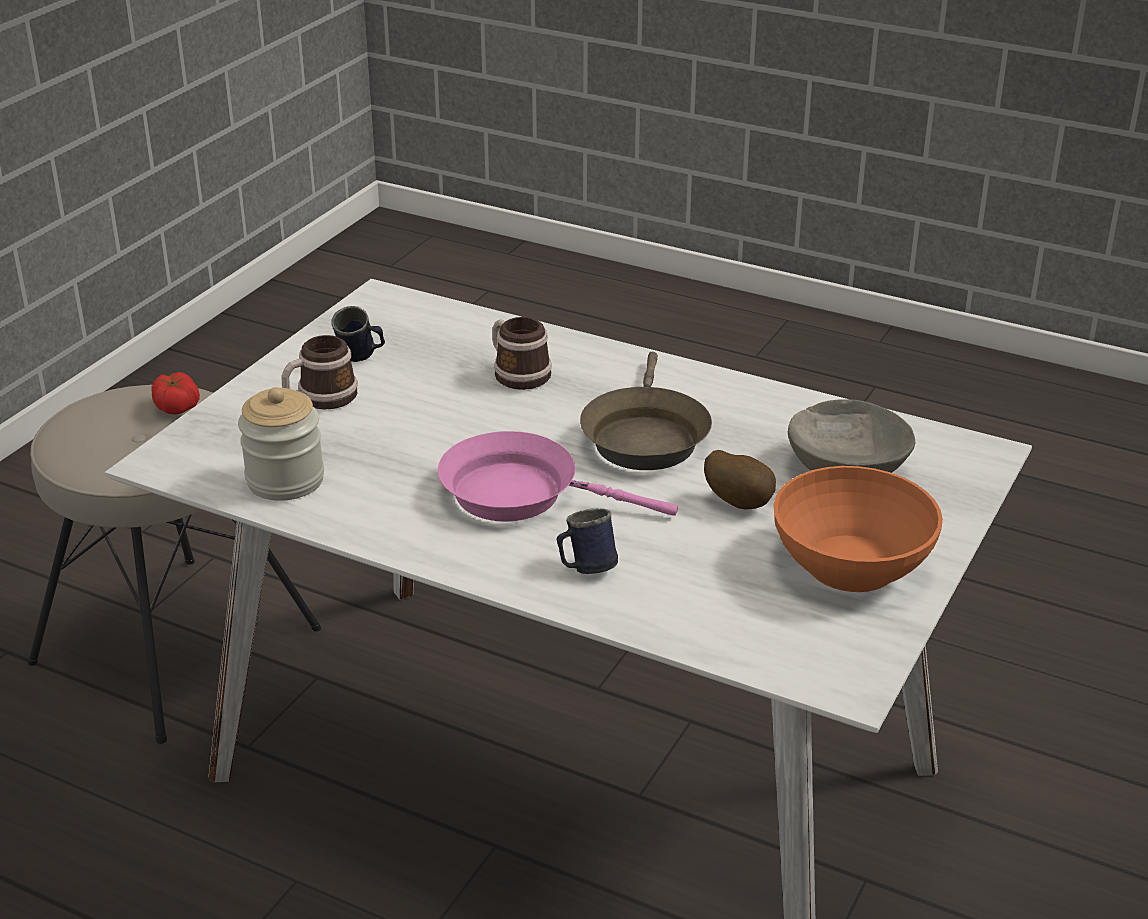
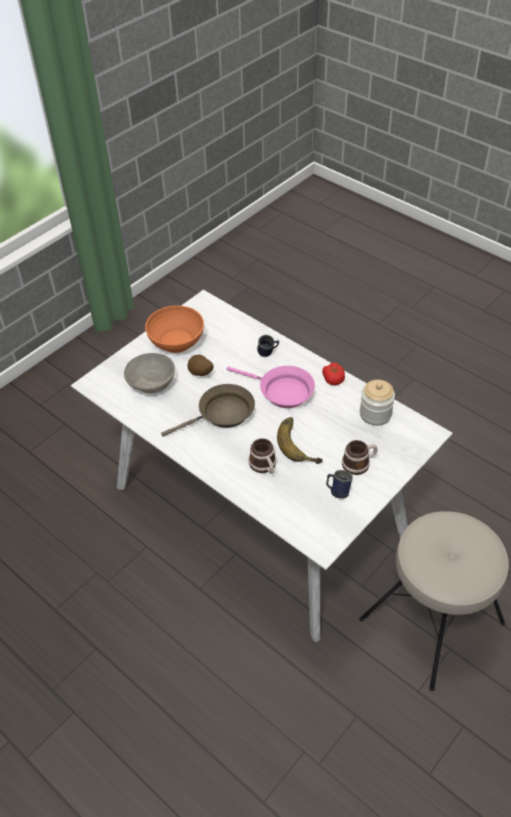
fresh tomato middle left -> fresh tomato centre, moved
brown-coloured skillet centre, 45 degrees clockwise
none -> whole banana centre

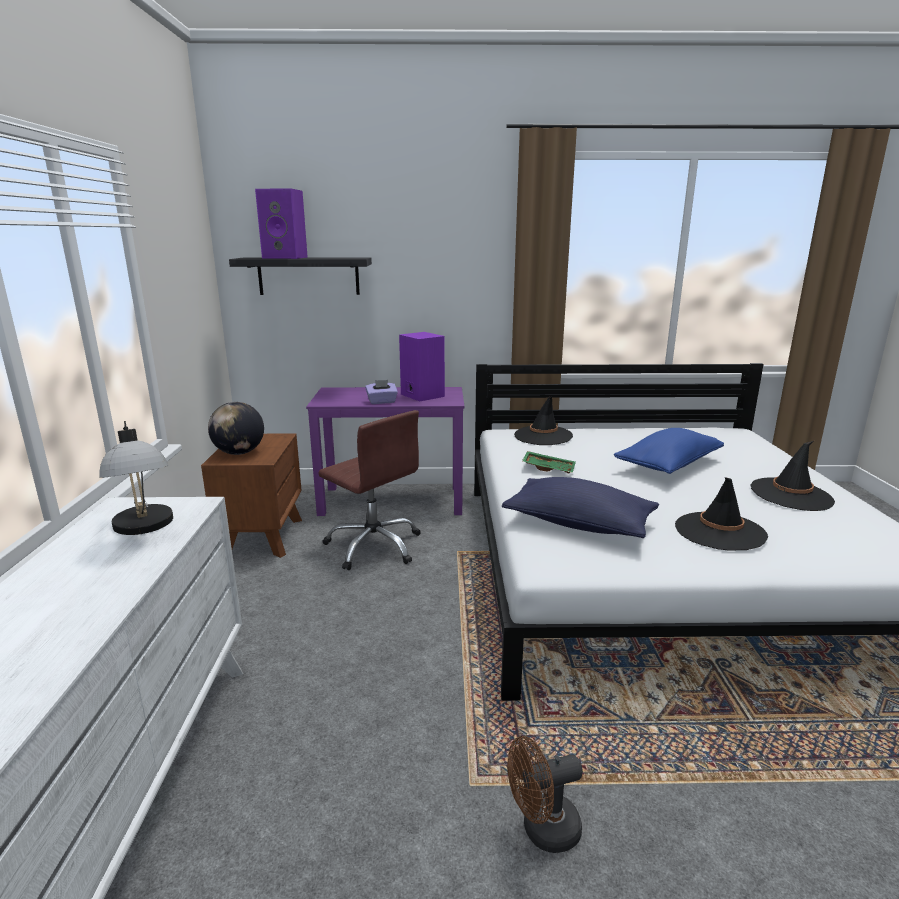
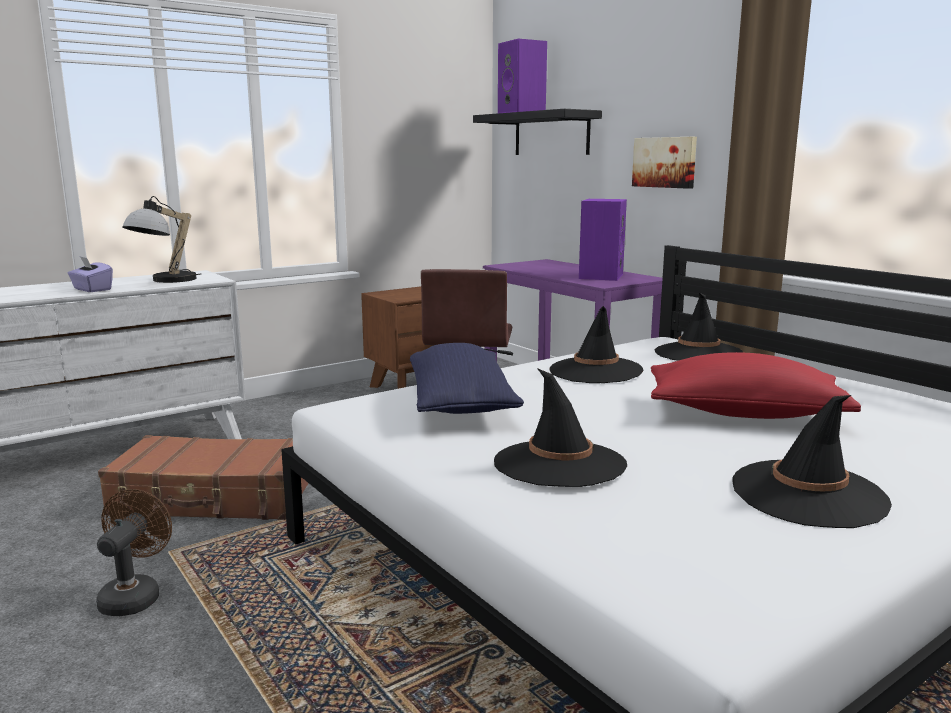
globe middle left -> none
purple tissue box centre -> purple tissue box middle left, moved
brown-coloured cooling fan bottom centre -> brown-coloured cooling fan bottom left, 60 degrees clockwise
greenish carrying tray centre -> blackish wearable hat (2nd from left) centre
blue throw pillow (2nd from left) middle right -> red-coloured throw pillow middle right
none -> brown-coloured travel case bottom left
none -> wall picture top right

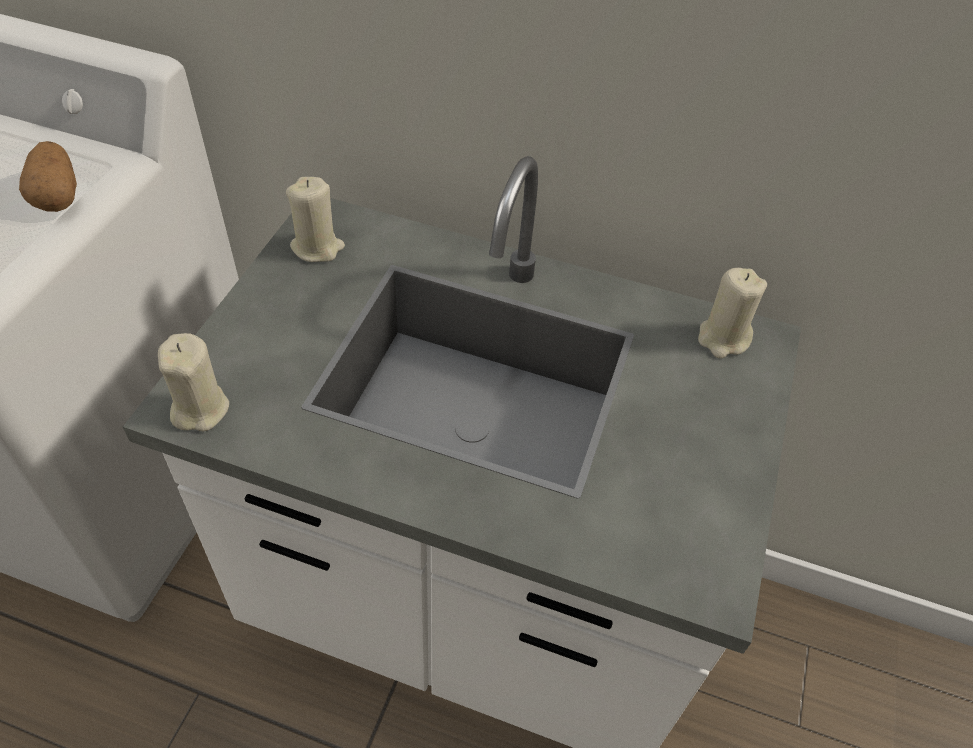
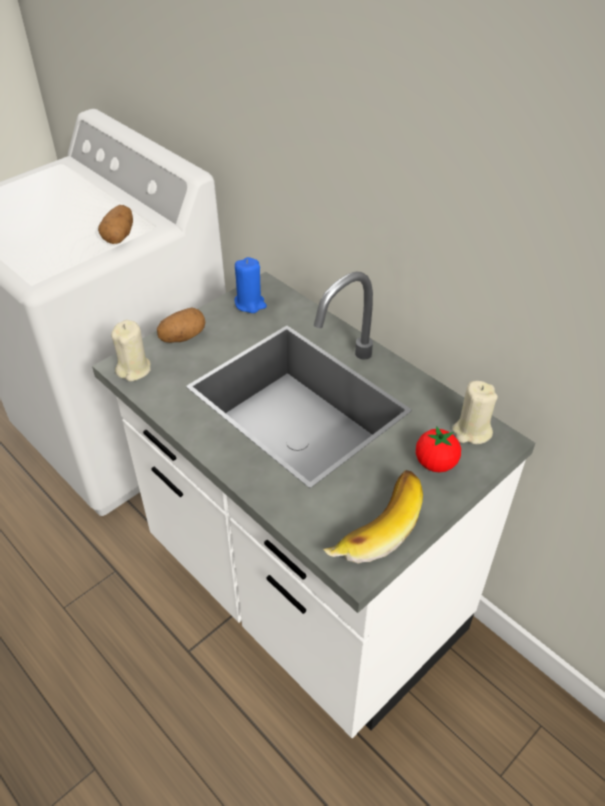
beige wax candle (2nd from left) top left -> blue wax candle centre
none -> spud (2nd from left) middle left
none -> whole banana centre
none -> fresh tomato middle right

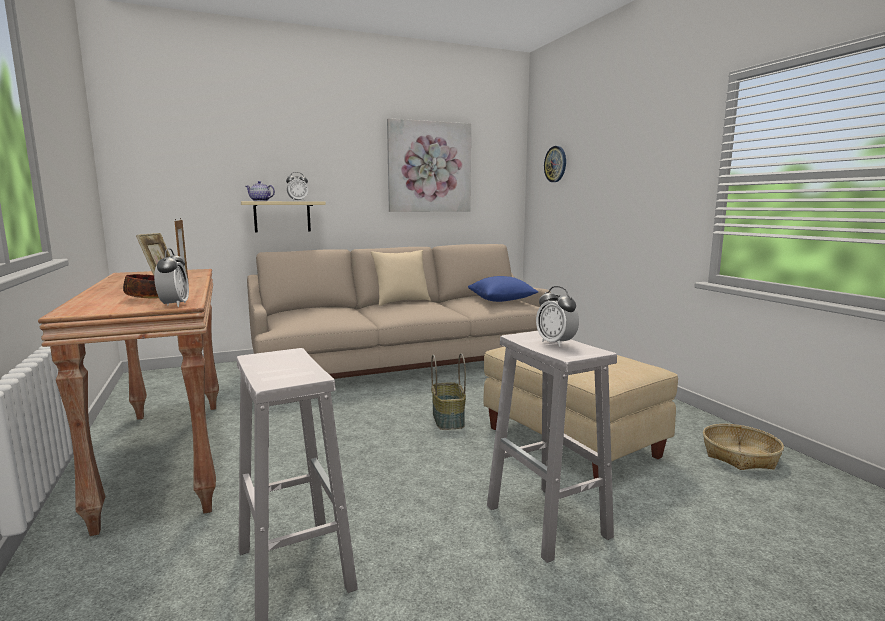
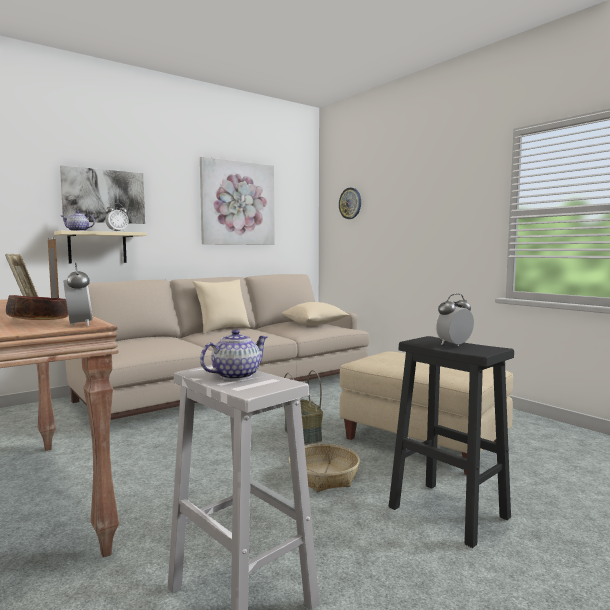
blue throw pillow centre -> beige throw pillow (2nd from left) centre
whitish sitting stool (2nd from left) bottom centre -> blackish sitting stool bottom right
bedside clock (3rd from left) centre -> bedside clock (3rd from left) middle right, 105 degrees clockwise
basket (2nd from left) bottom right -> basket (2nd from left) bottom centre, moved
none -> wall picture (1st from left) top left
none -> teapot (2nd from left) centre

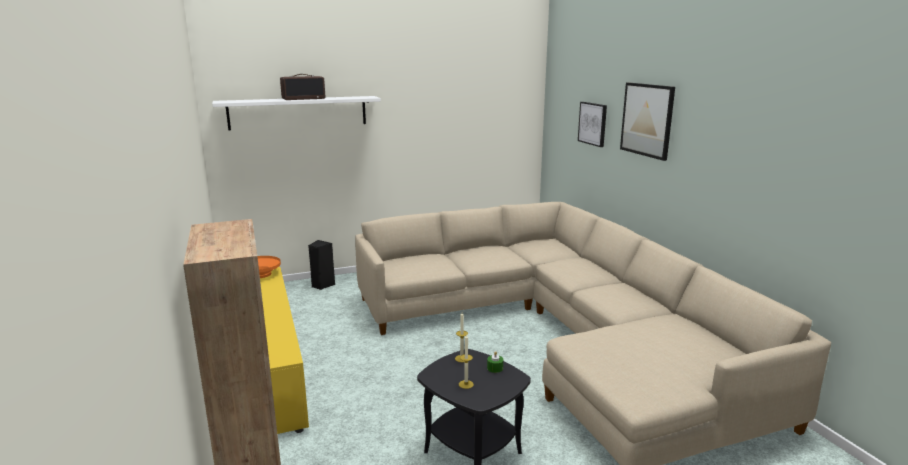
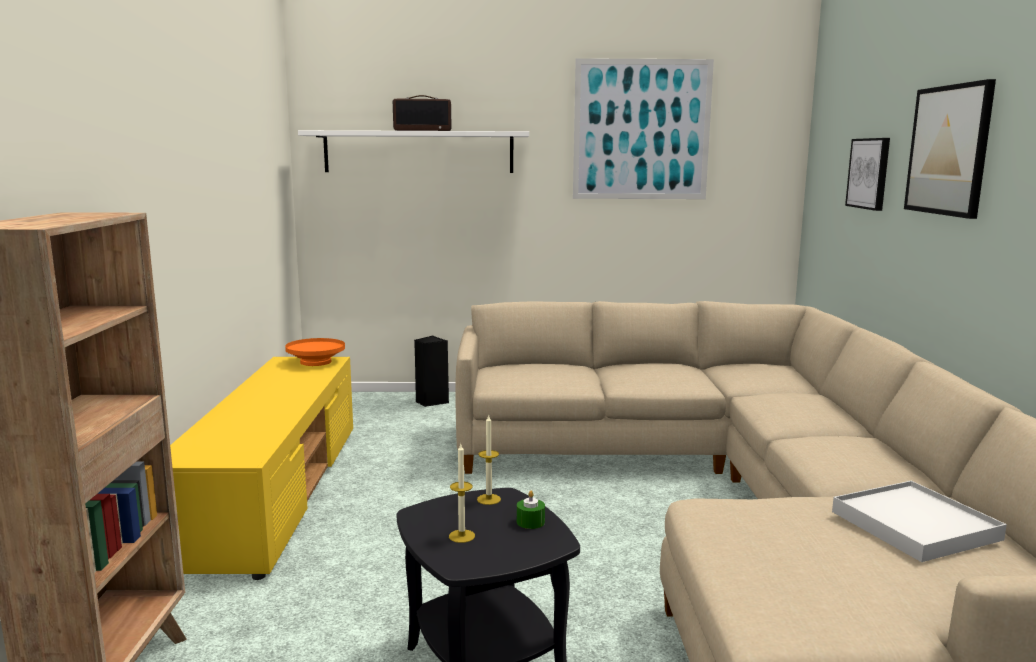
none -> wall picture (1st from left) top centre
none -> whitish carrying tray bottom right

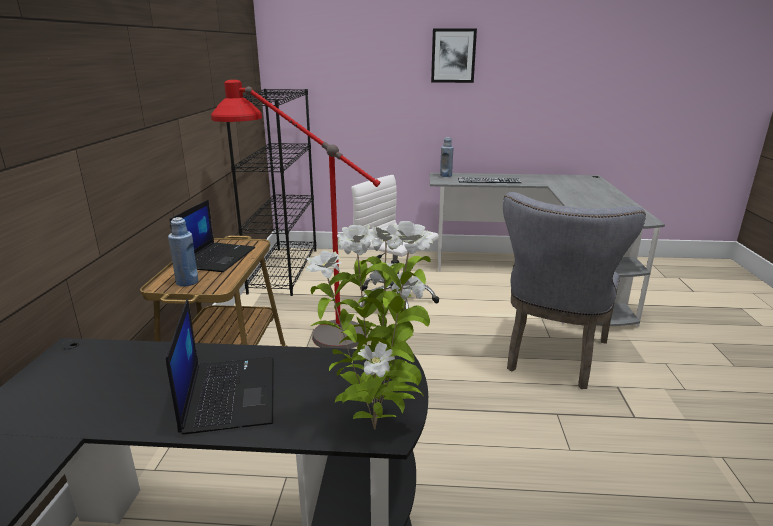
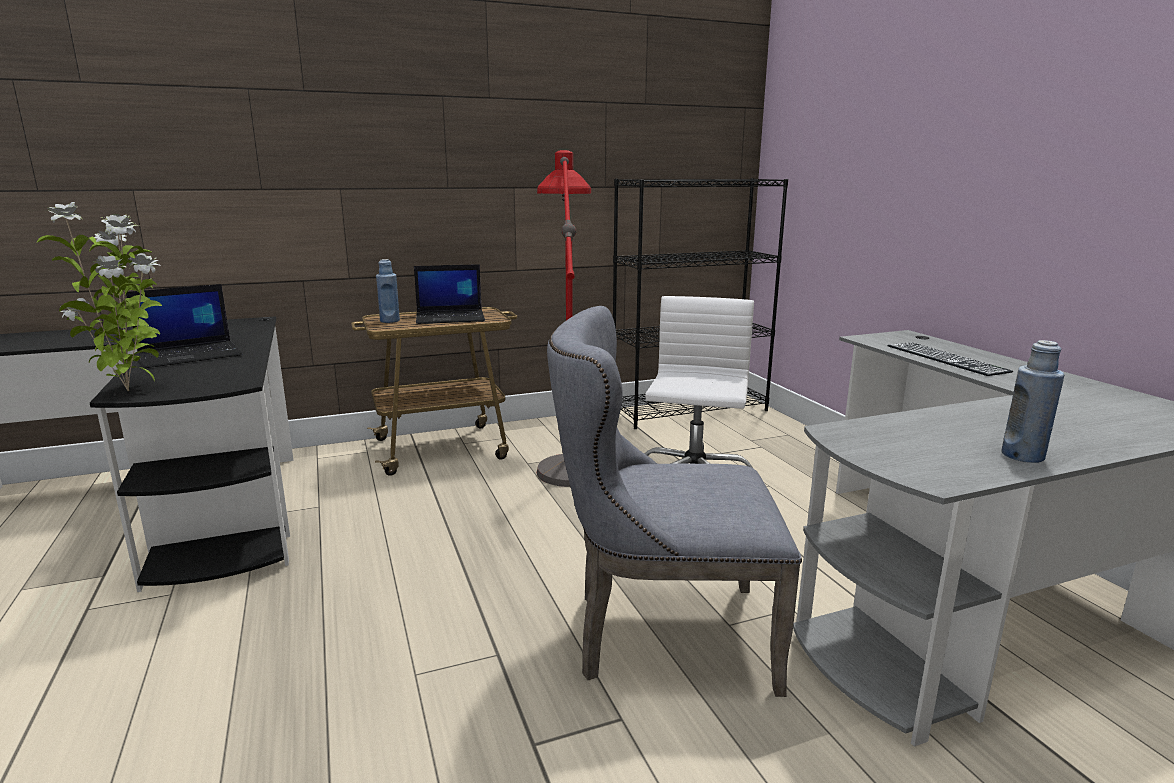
wall picture top centre -> none
blue bottle (2nd from left) top centre -> blue bottle (2nd from left) middle right, moved

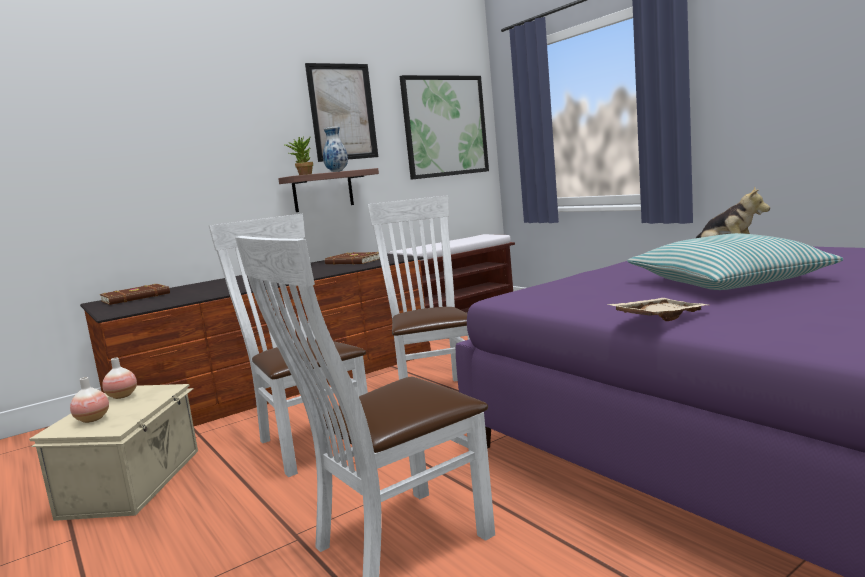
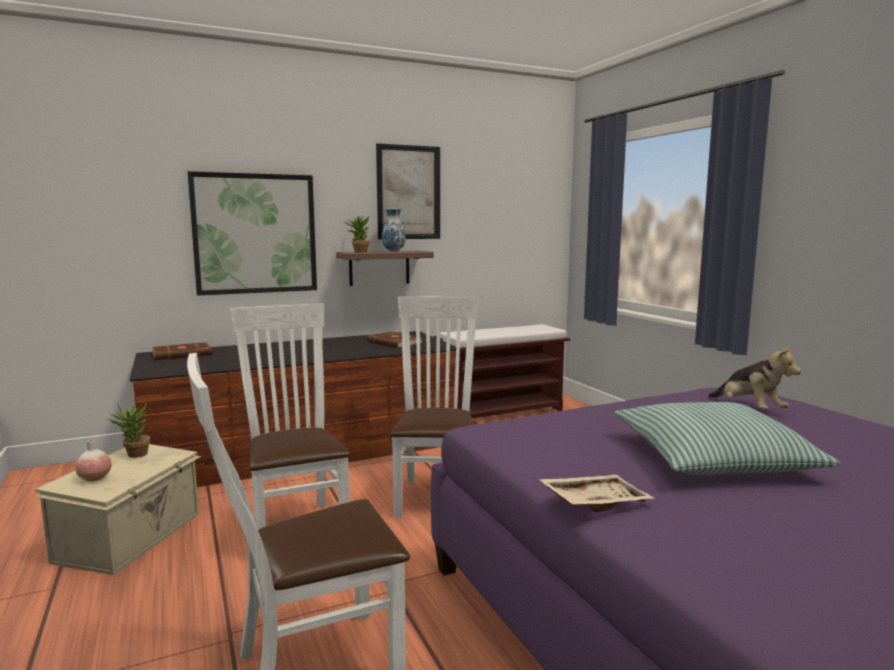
decorative vase (2nd from left) middle left -> houseplant (1st from left) middle left
wall picture (2nd from left in the first image) top centre -> wall picture (1st from left) middle left, moved

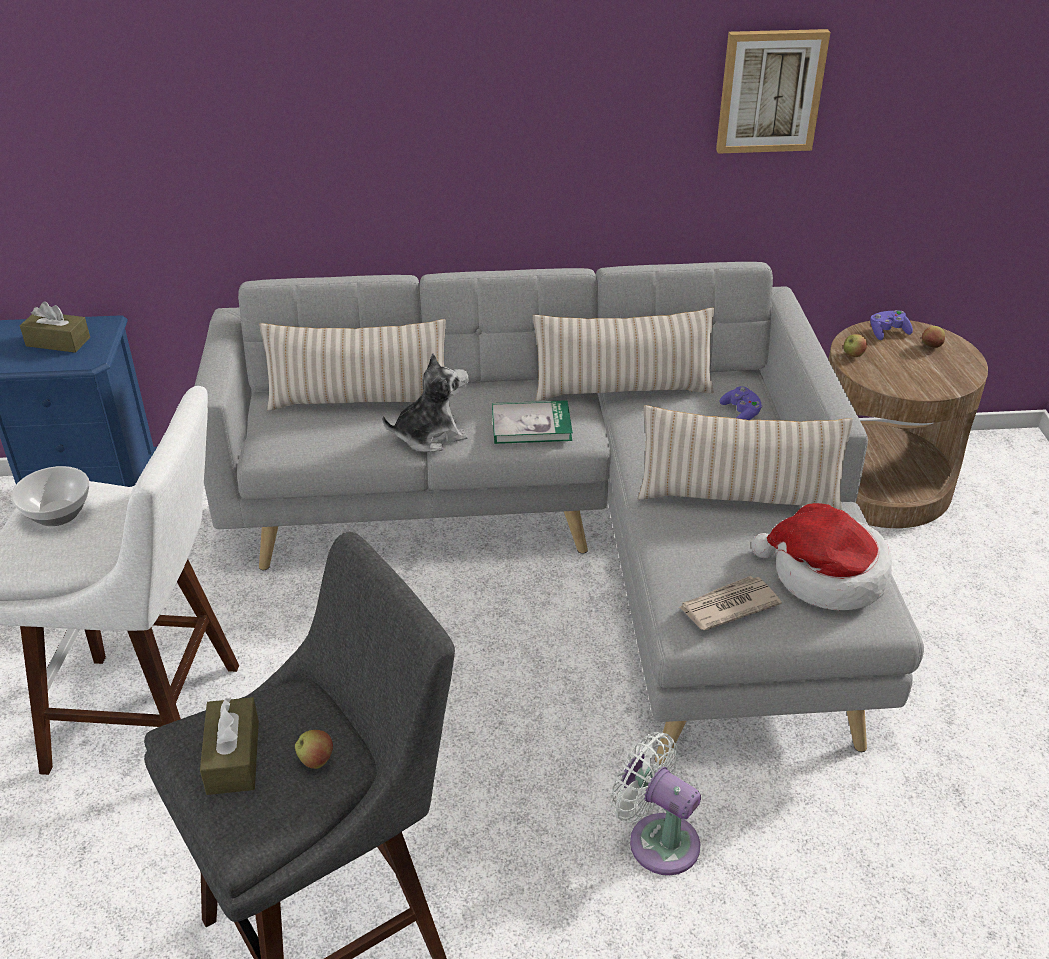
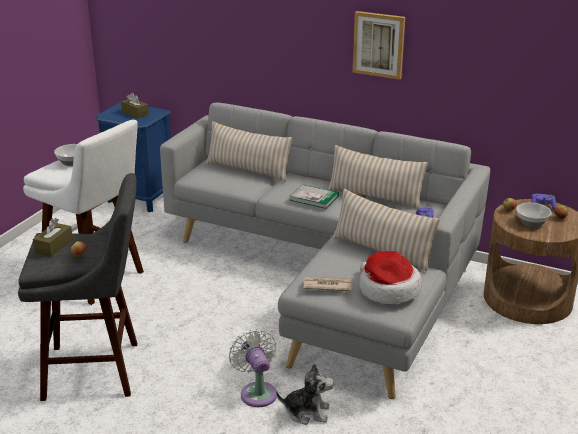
cuddly toy centre -> cuddly toy bottom centre, moved
wall picture top right -> wall picture top centre, moved
none -> deep dish (2nd from left) middle right

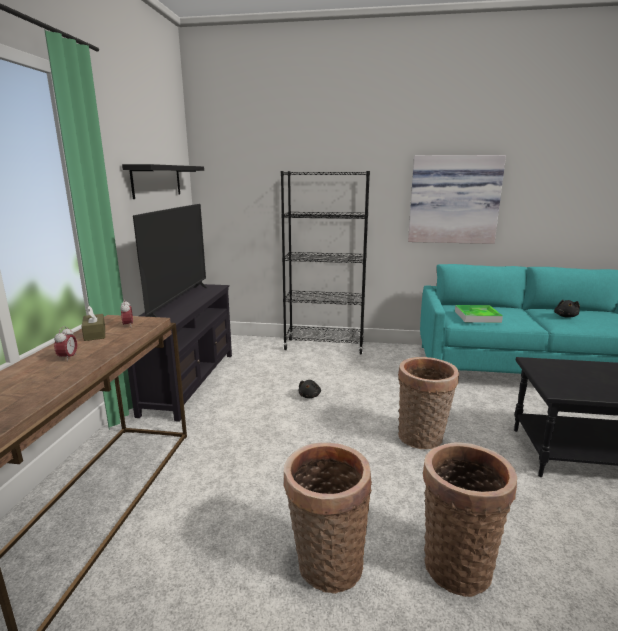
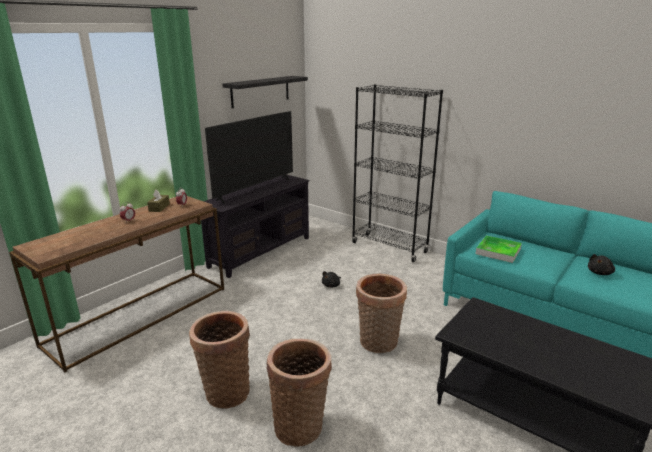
wall picture top right -> none

